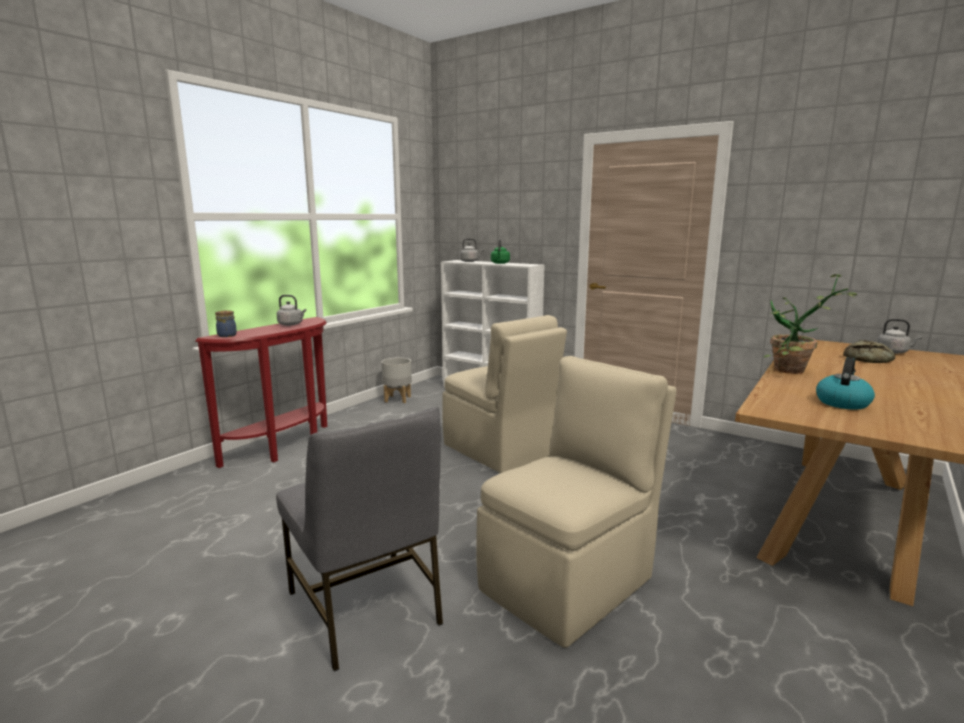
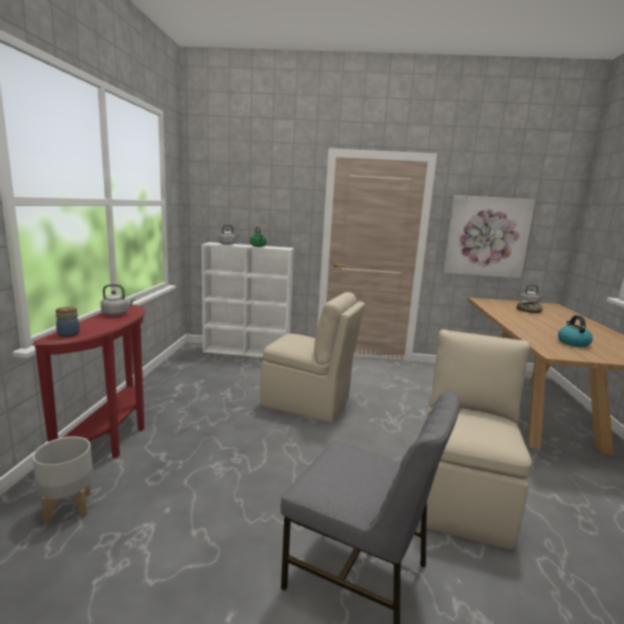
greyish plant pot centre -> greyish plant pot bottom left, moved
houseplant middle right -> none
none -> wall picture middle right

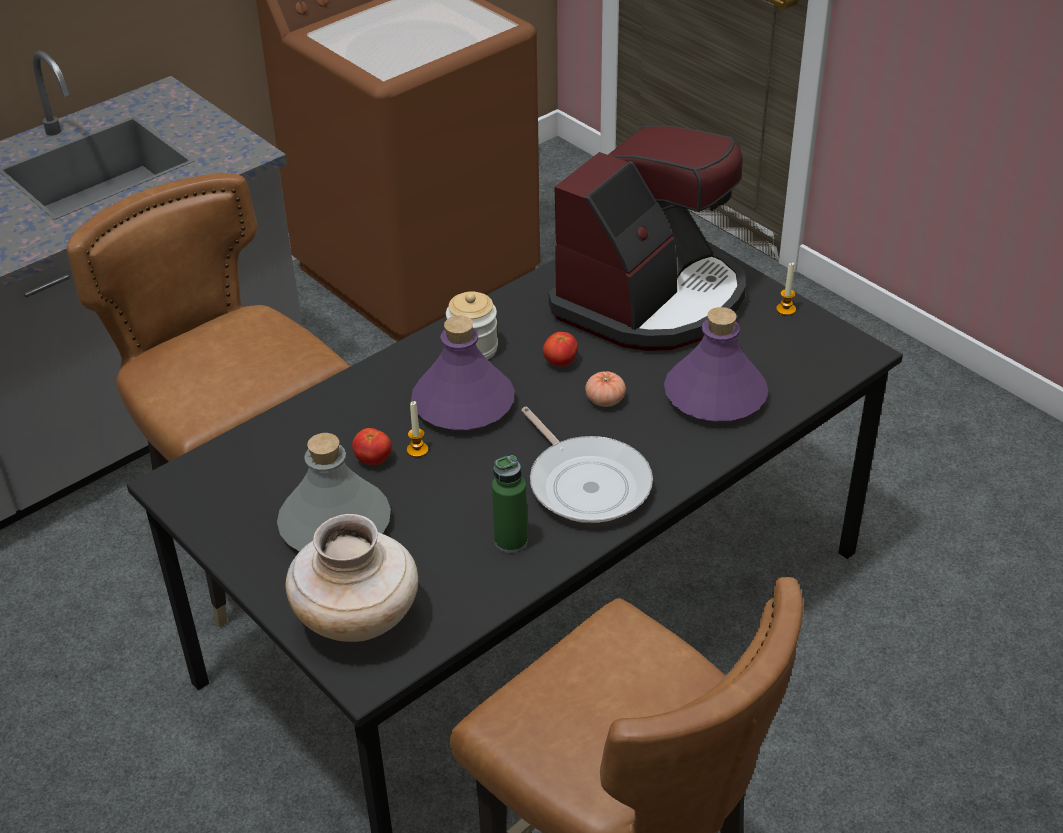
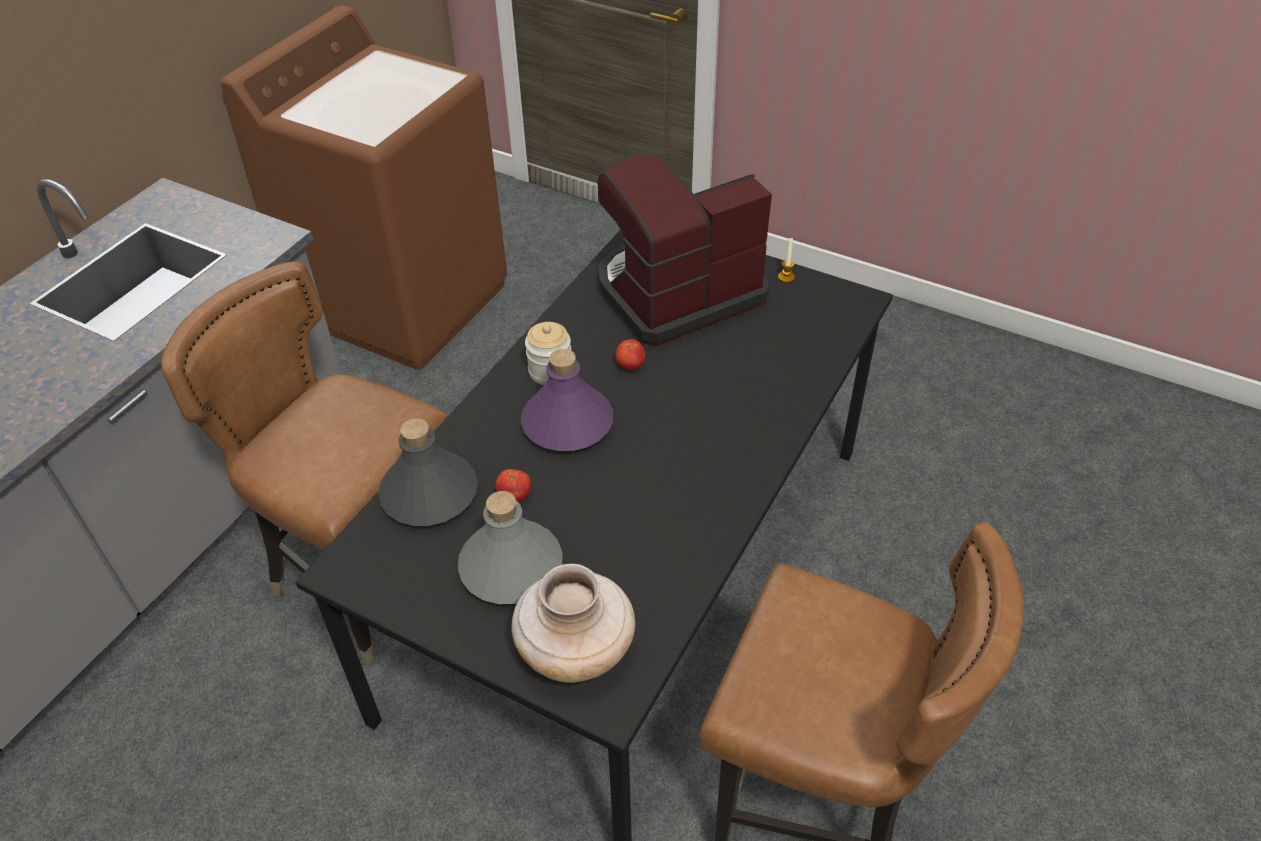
wax candle (1st from left) centre -> none
greenish bottle centre -> none
skillet centre -> none
coffee maker top centre, 135 degrees counterclockwise
fresh tomato (3rd from left) centre -> none
purple bottle (2nd from left) middle right -> none
none -> greyish bottle (1st from left) centre

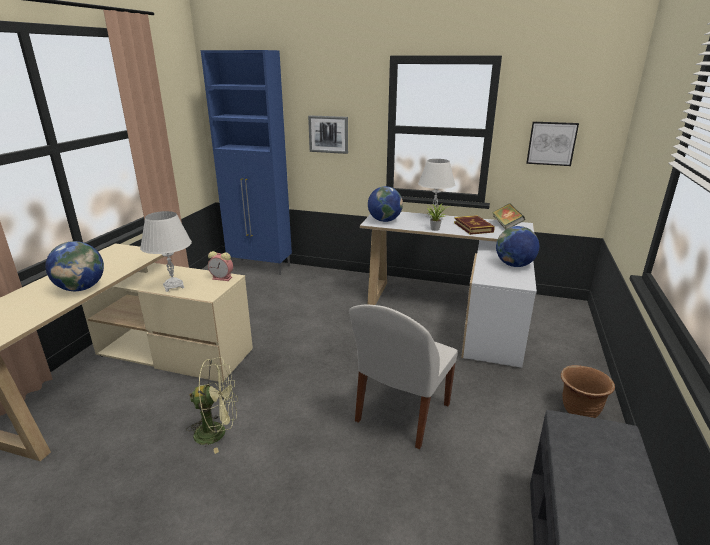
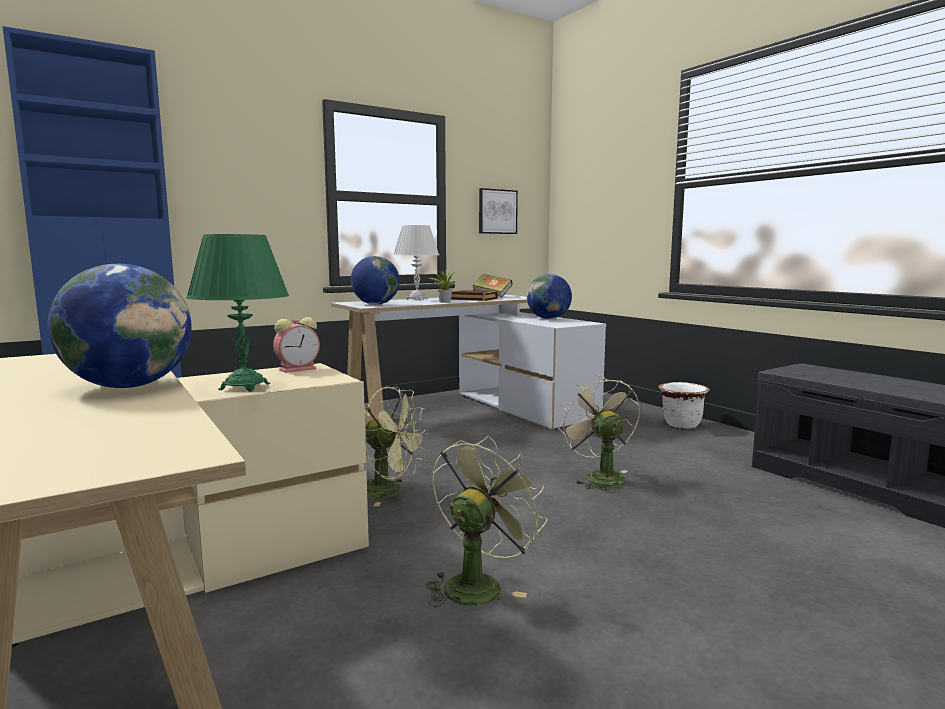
whitish table lamp (1st from left) middle left -> greenish table lamp middle left
wall picture (1st from left) top centre -> none
whitish upright chair bottom centre -> beige cooling fan centre
brown-coloured plant pot bottom right -> whitish plant pot middle right
none -> greenish cooling fan (1st from left) centre

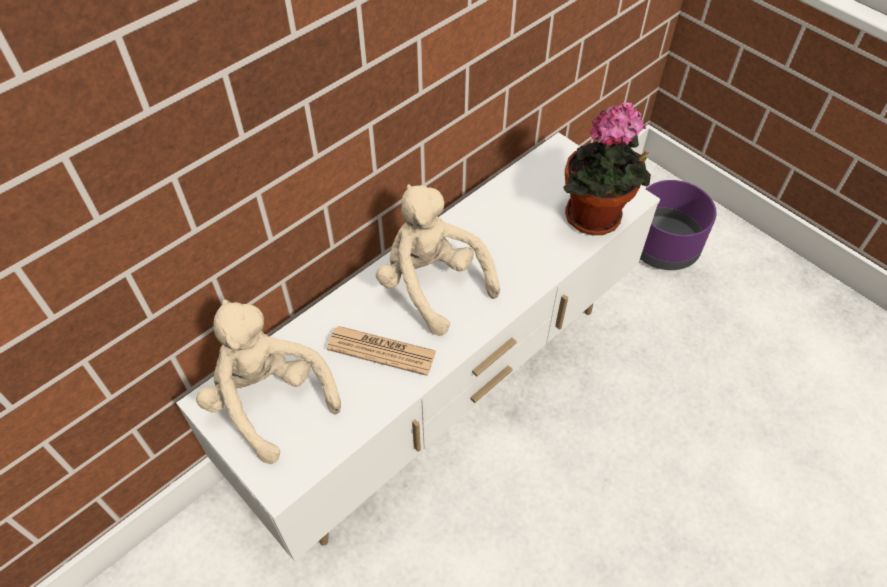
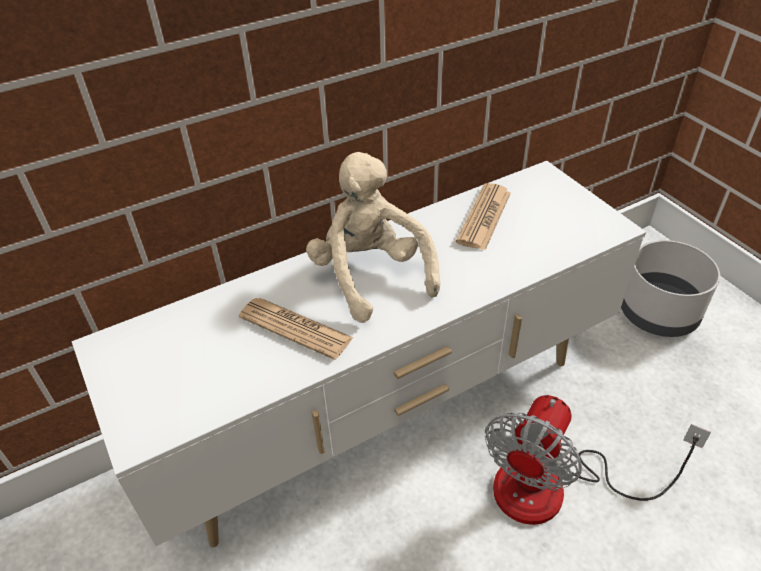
beige cuddly toy (1st from left) middle left -> none
houseplant top right -> none
purple plant pot middle right -> greyish plant pot middle right
none -> daily paper (2nd from left) centre
none -> cooling fan bottom right

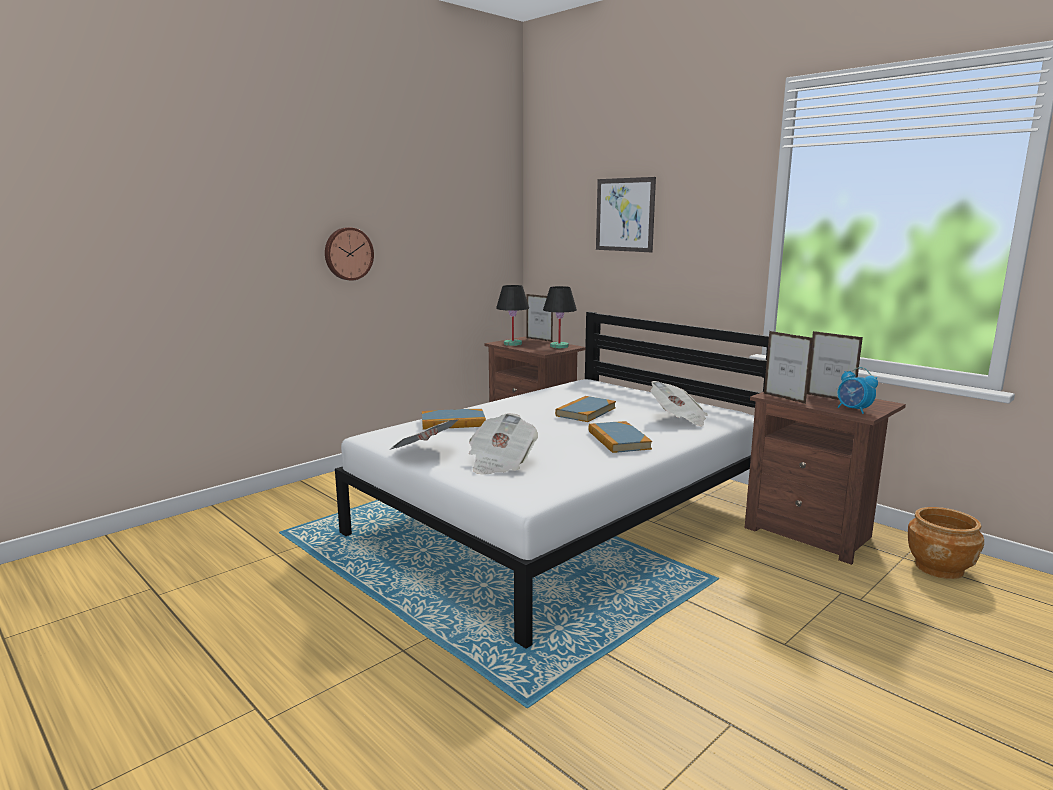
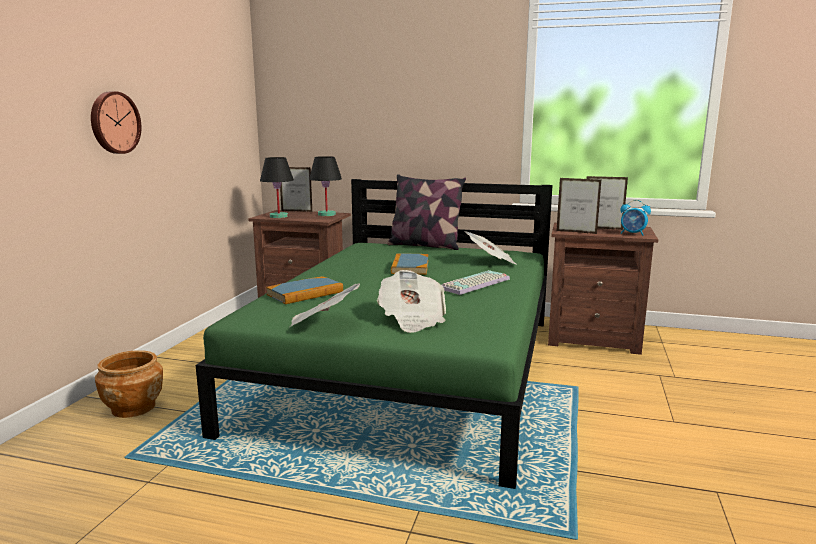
whitish bedroom bed centre -> greenish bedroom bed centre
book (3rd from left) centre -> PC keyboard centre
wall picture top centre -> none
brown-coloured plant pot bottom right -> brown-coloured plant pot bottom left, moved
none -> throw pillow centre

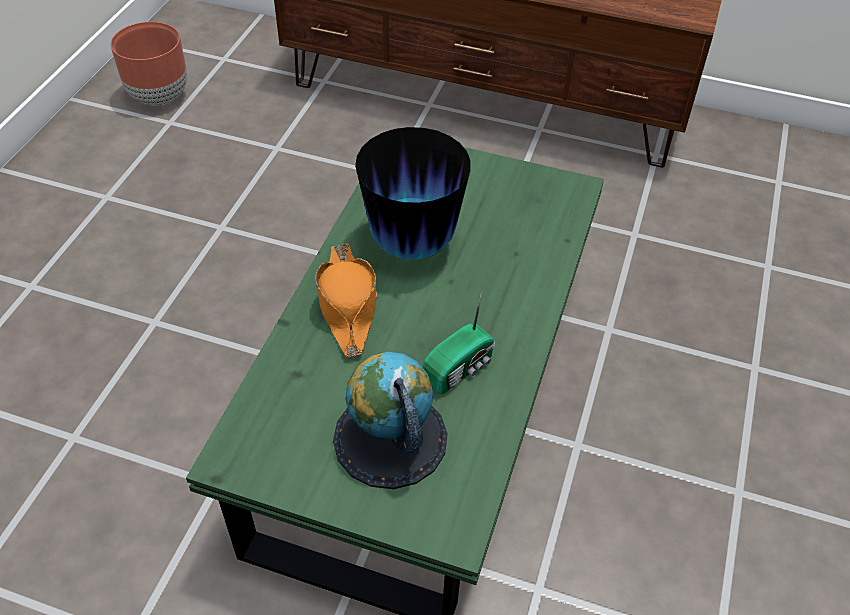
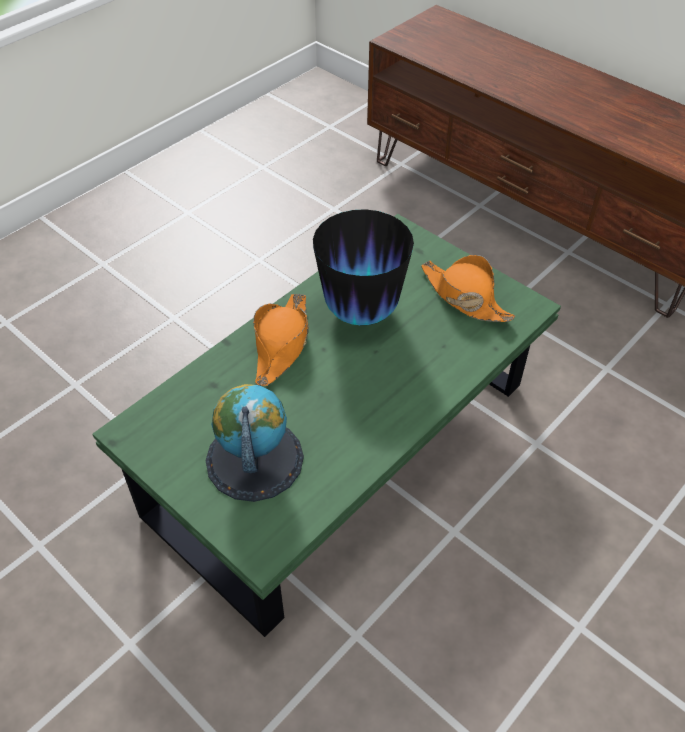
brown-coloured plant pot top left -> none
radio centre -> none
none -> orange-coloured wearable hat (2nd from left) middle right

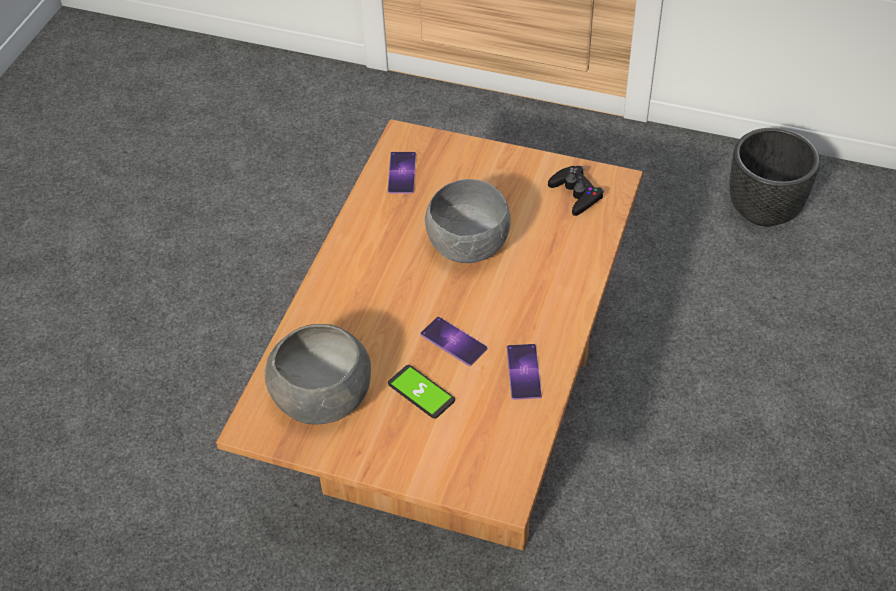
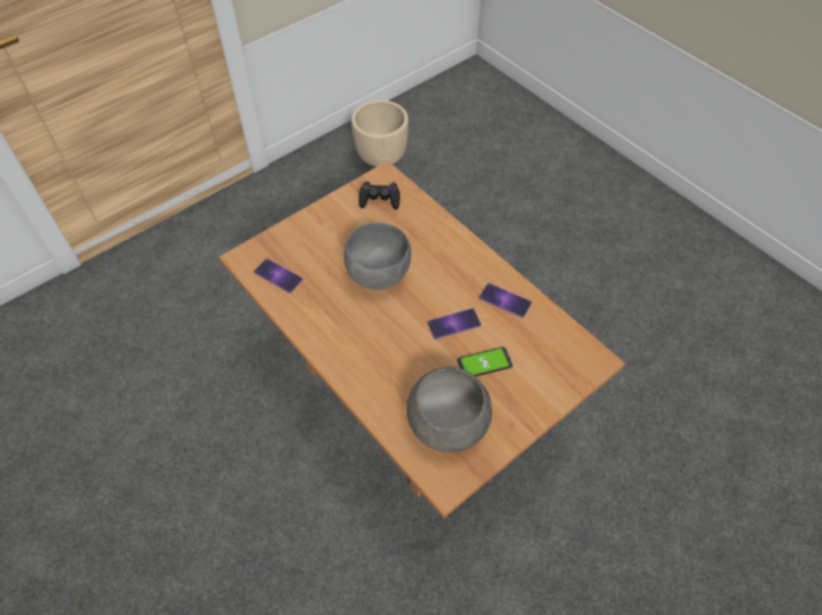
blackish plant pot top right -> beige plant pot top centre

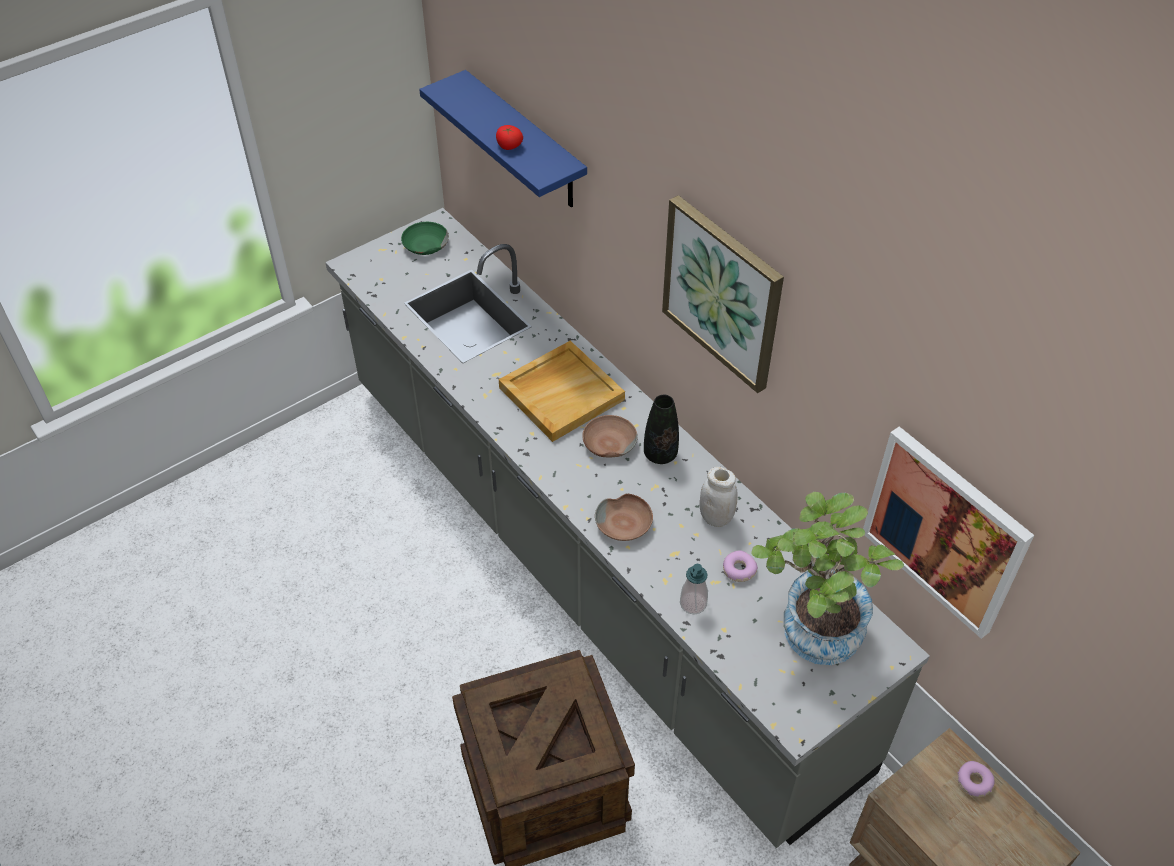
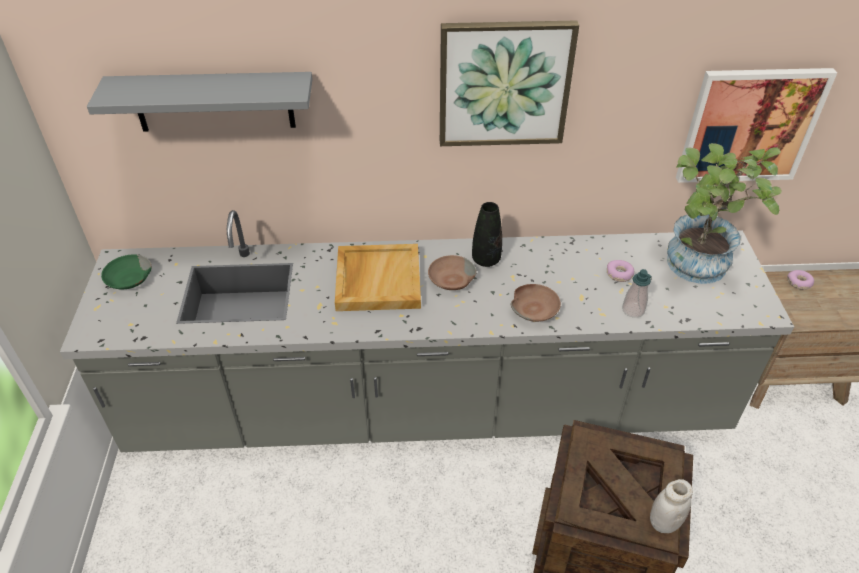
blue bracket shelf top centre -> greyish bracket shelf top left
fresh tomato top centre -> none
whitish preserve jar centre -> whitish preserve jar bottom right, moved

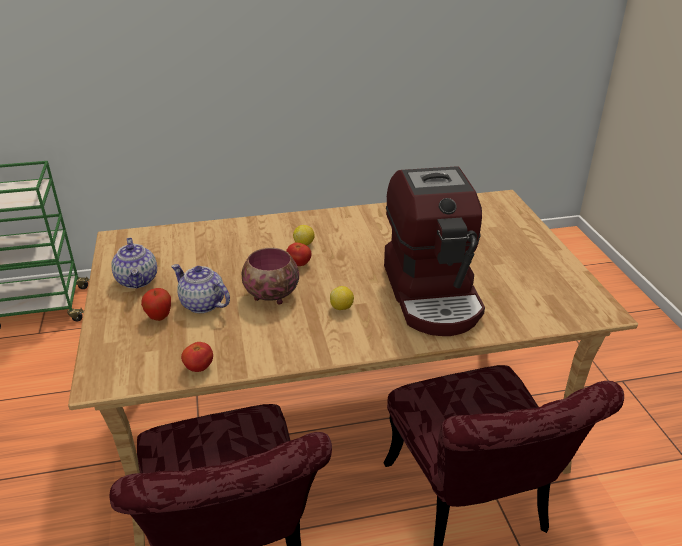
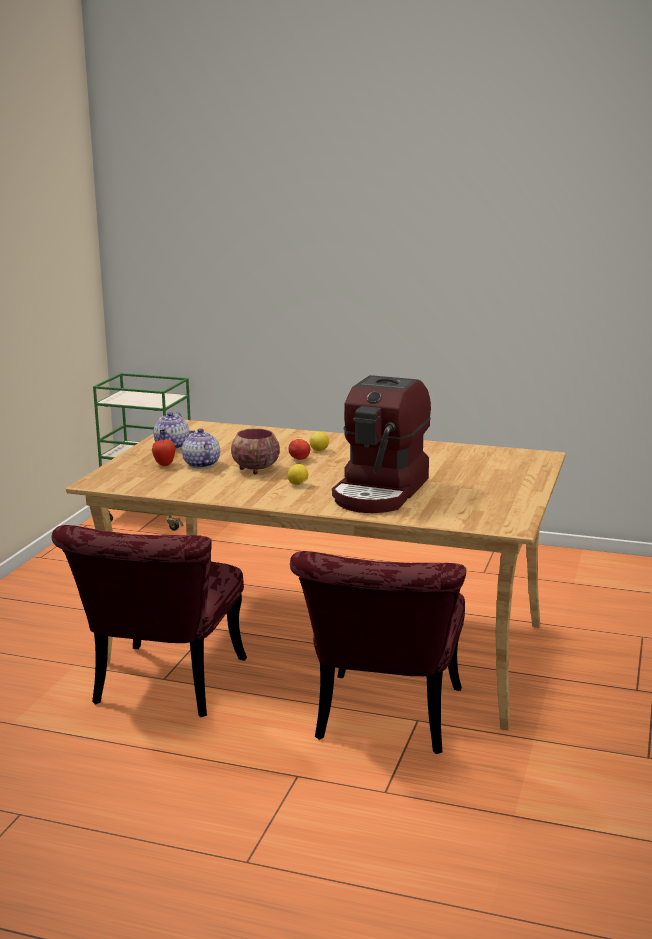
fresh tomato (1st from left) middle left -> none

